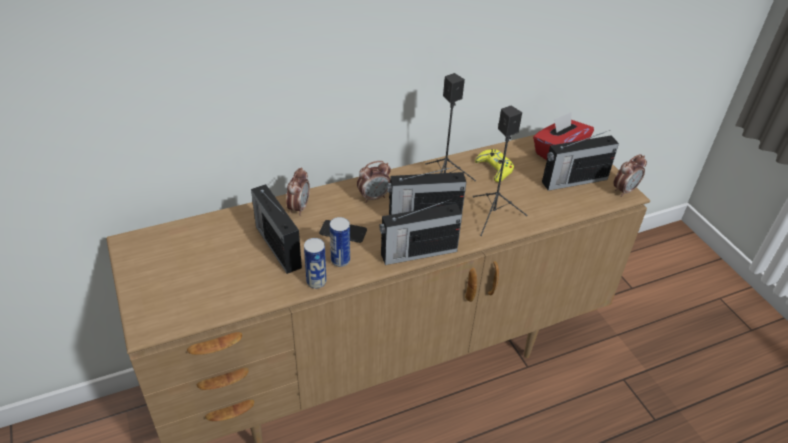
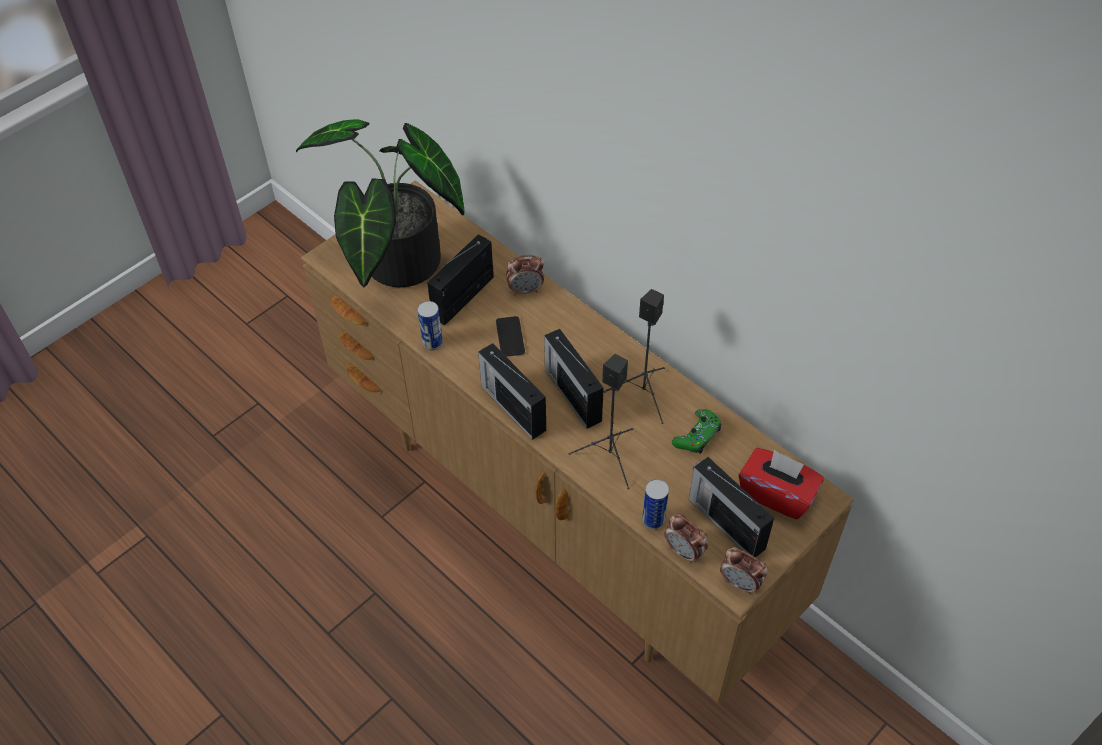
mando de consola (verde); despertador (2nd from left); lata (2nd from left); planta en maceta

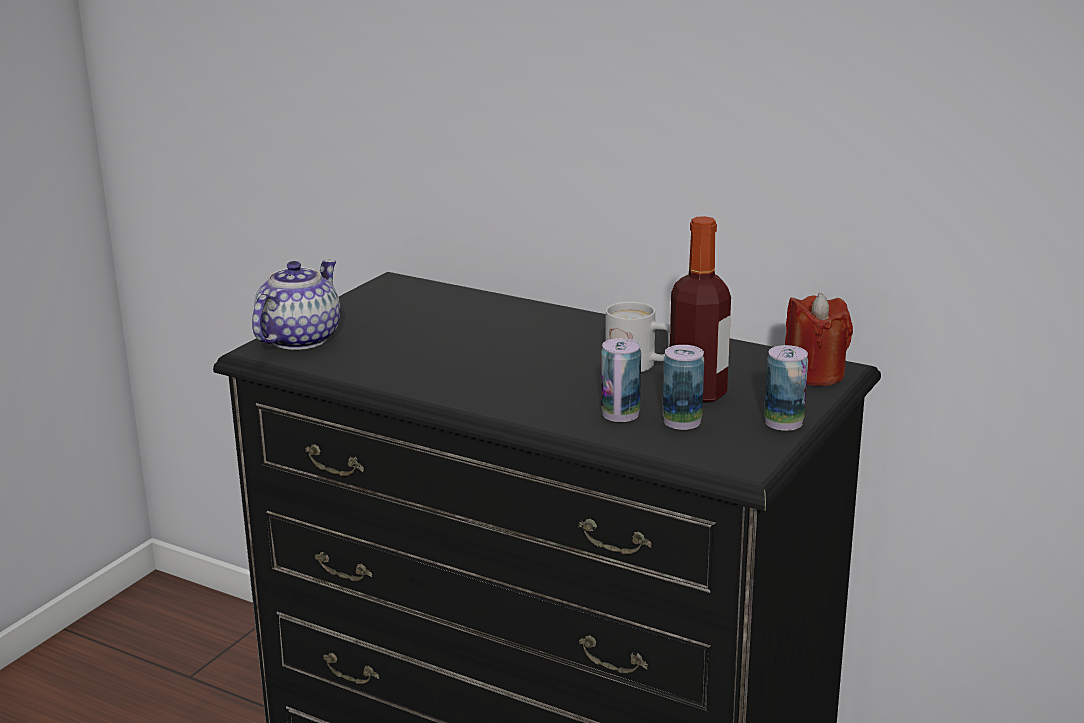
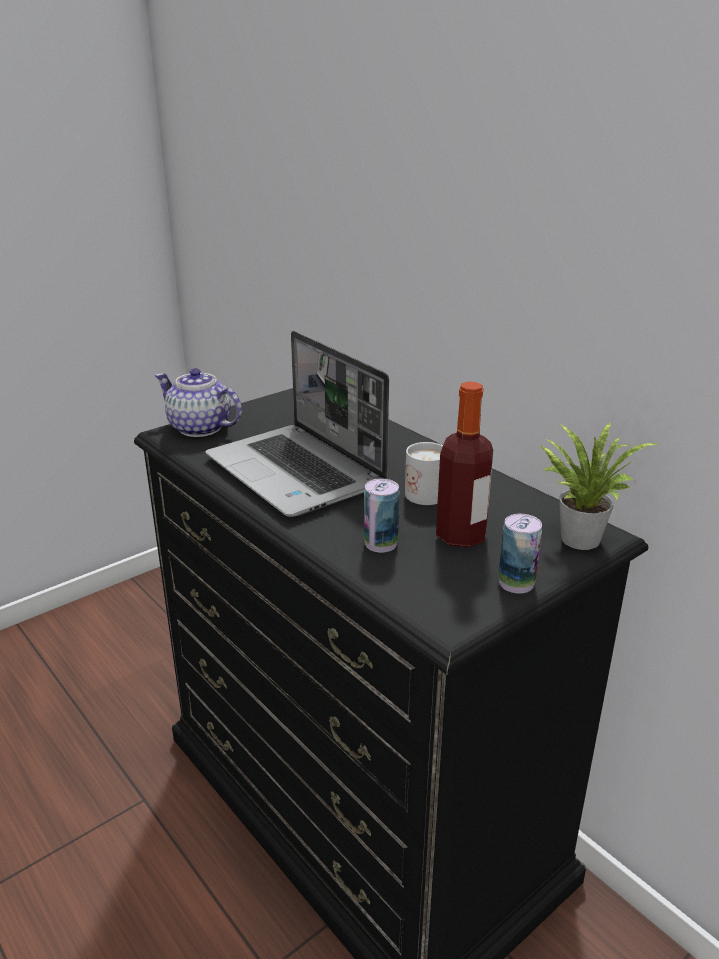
tetera; planta en maceta; lata (2nd from left in the first image); portátil

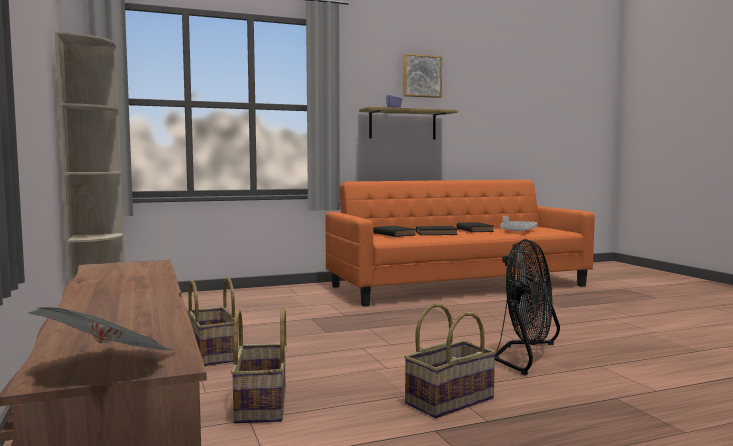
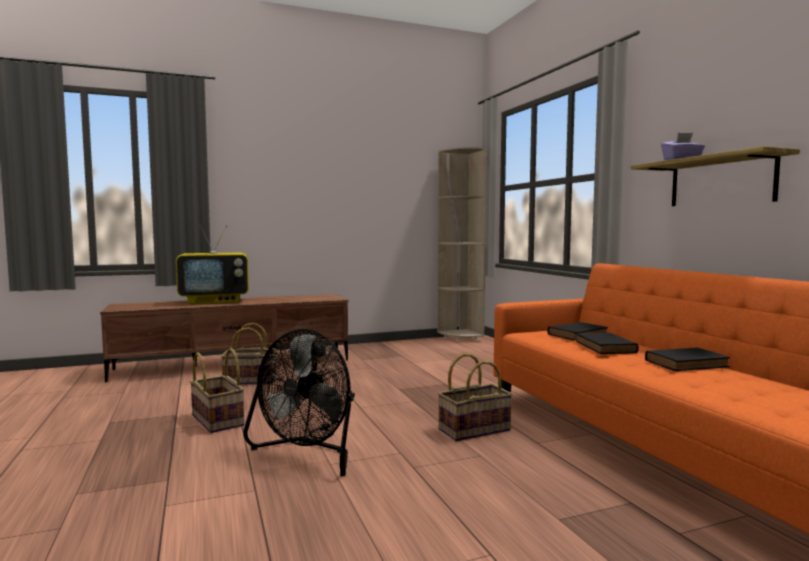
cuadro; bandeja (blanco); cesta (3rd from left); periódico; televisor

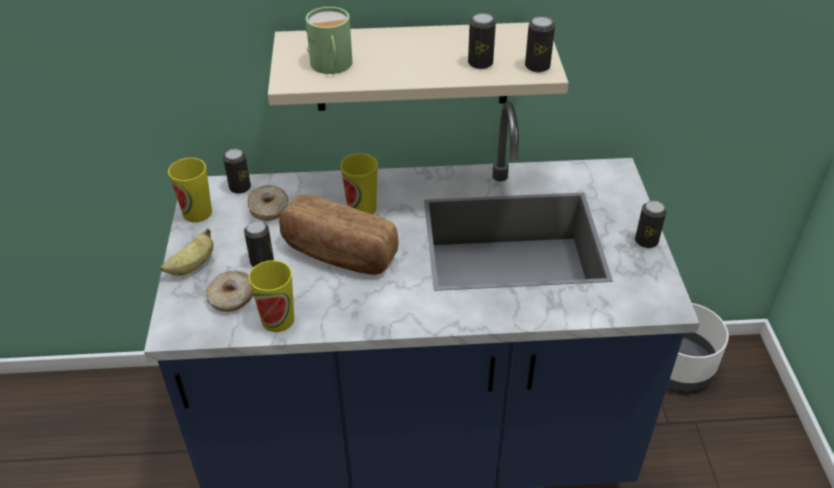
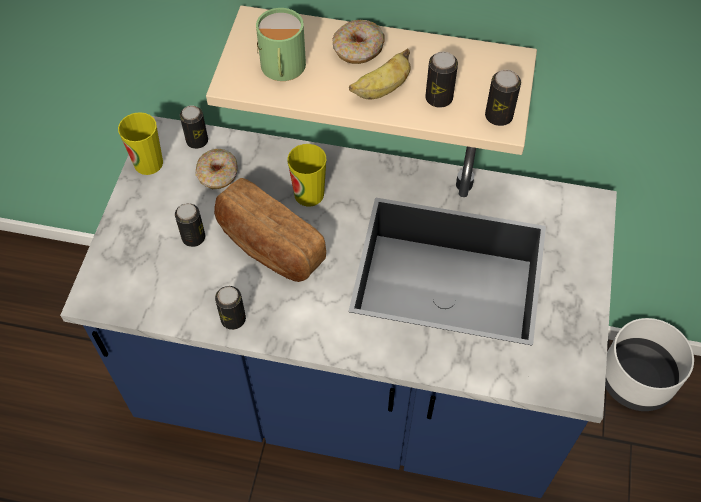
lata (3rd from left); plátano; taza (2nd from left in the first image); rosquilla (2nd from left)

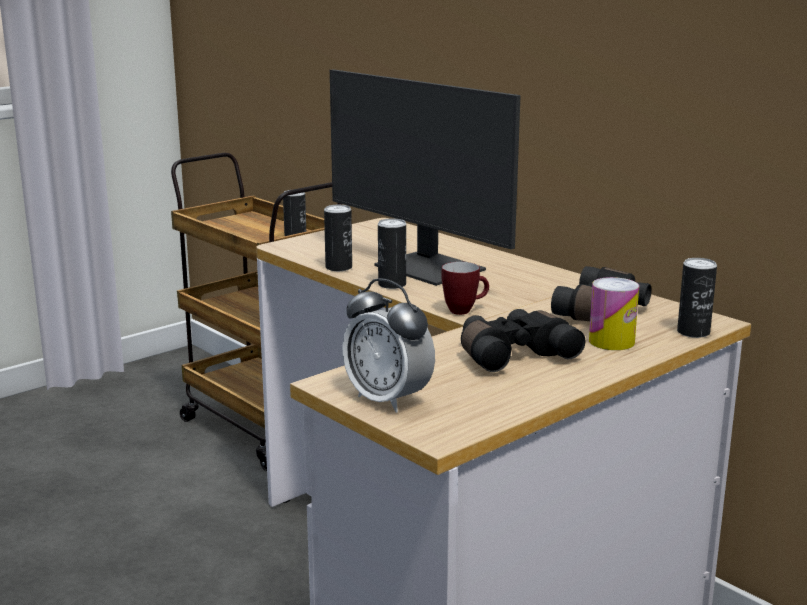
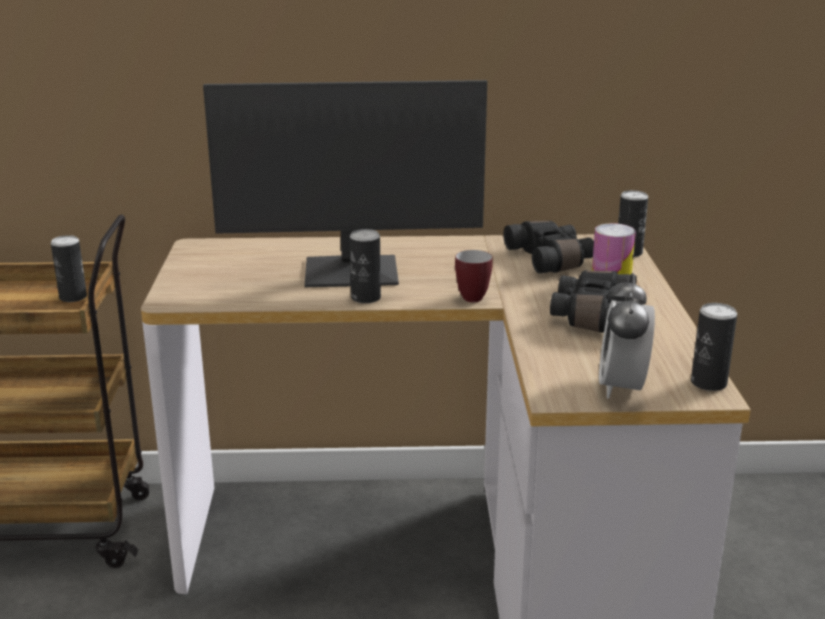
lata (5th from left); despertador

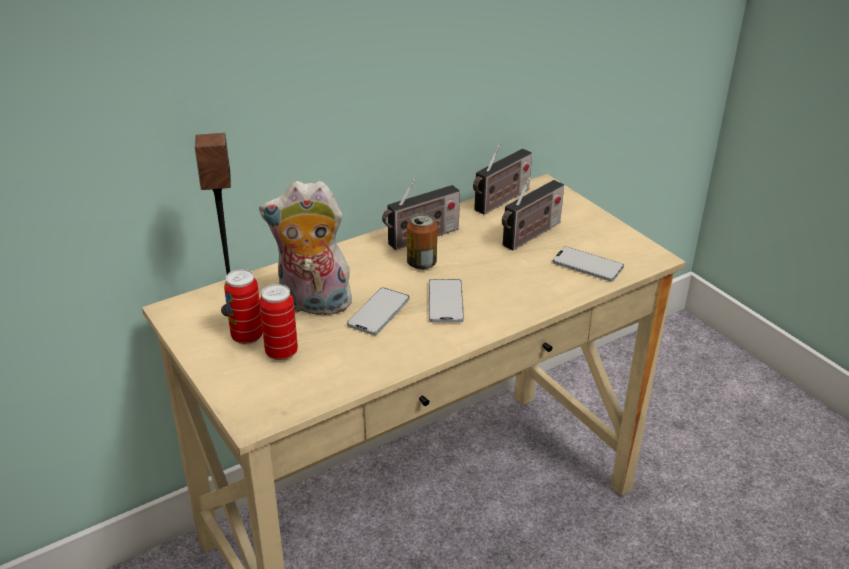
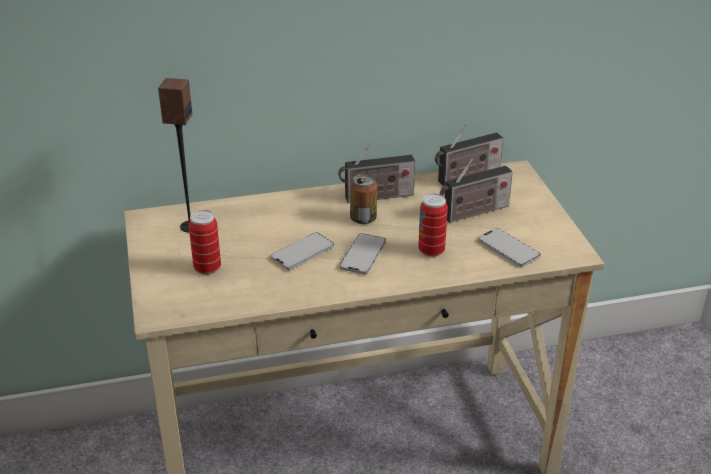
peluche; lata (3rd from left)

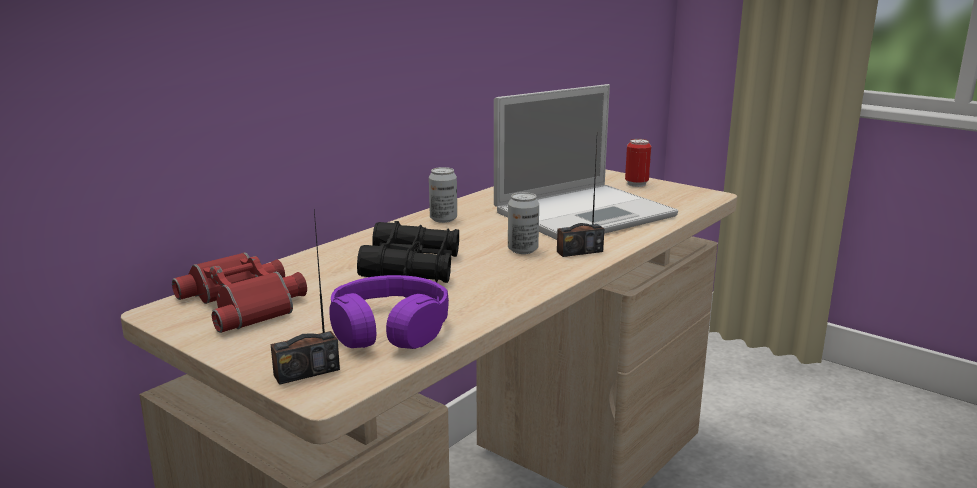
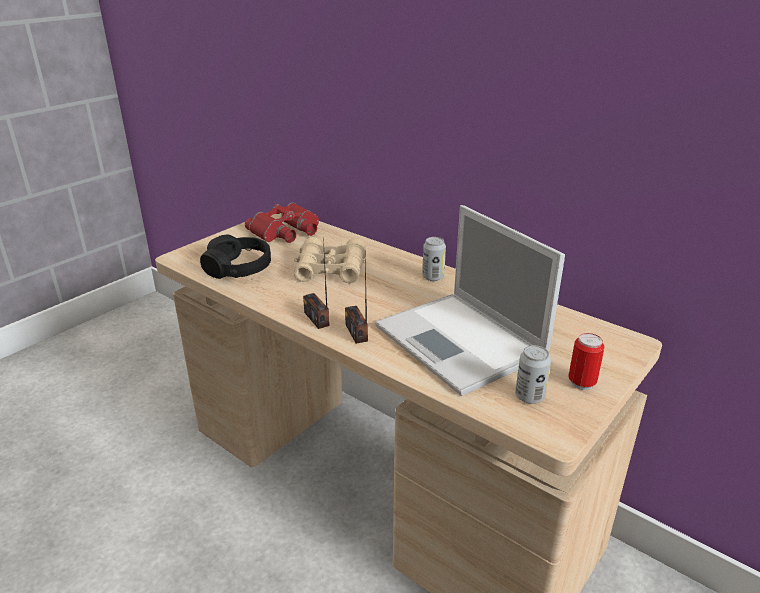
lata (2nd from left); radio (1st from left); prismáticos (beis); auriculares (negro)

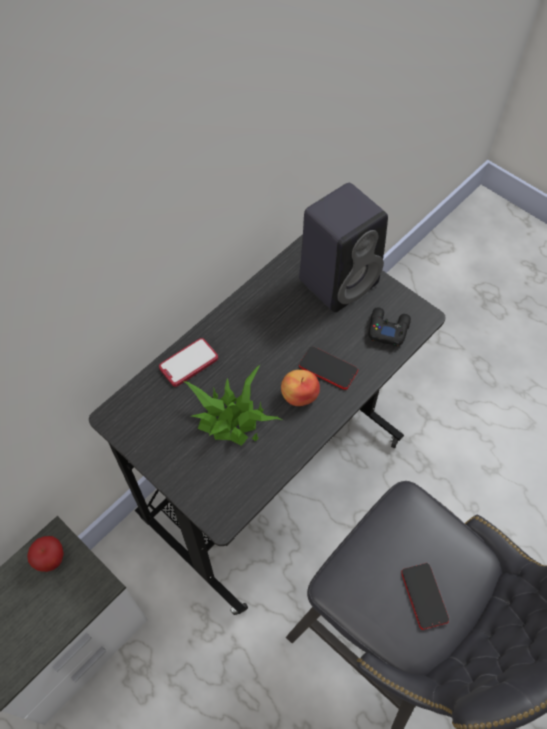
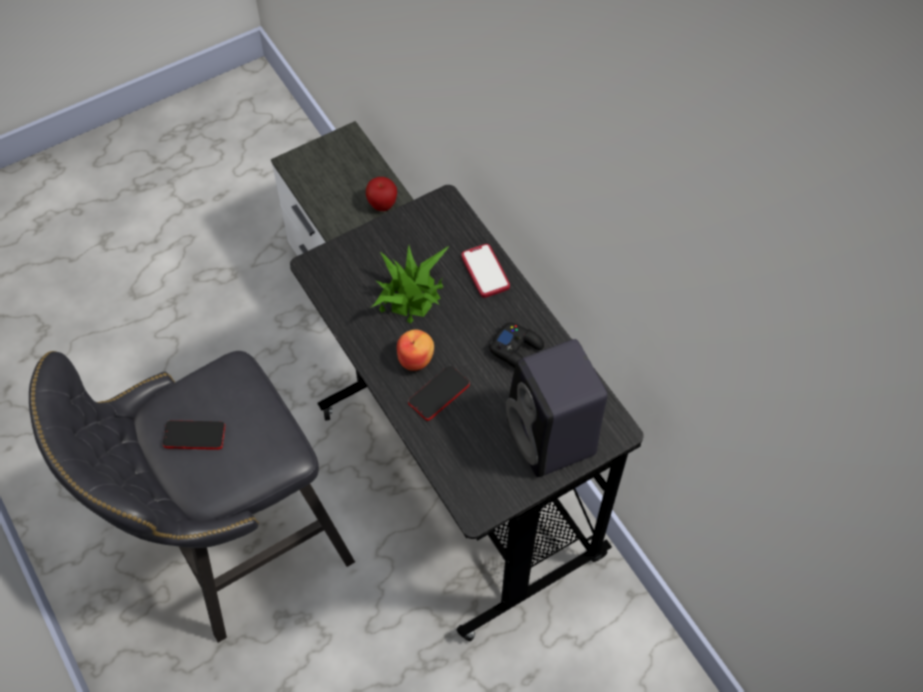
mando de consola (negro)

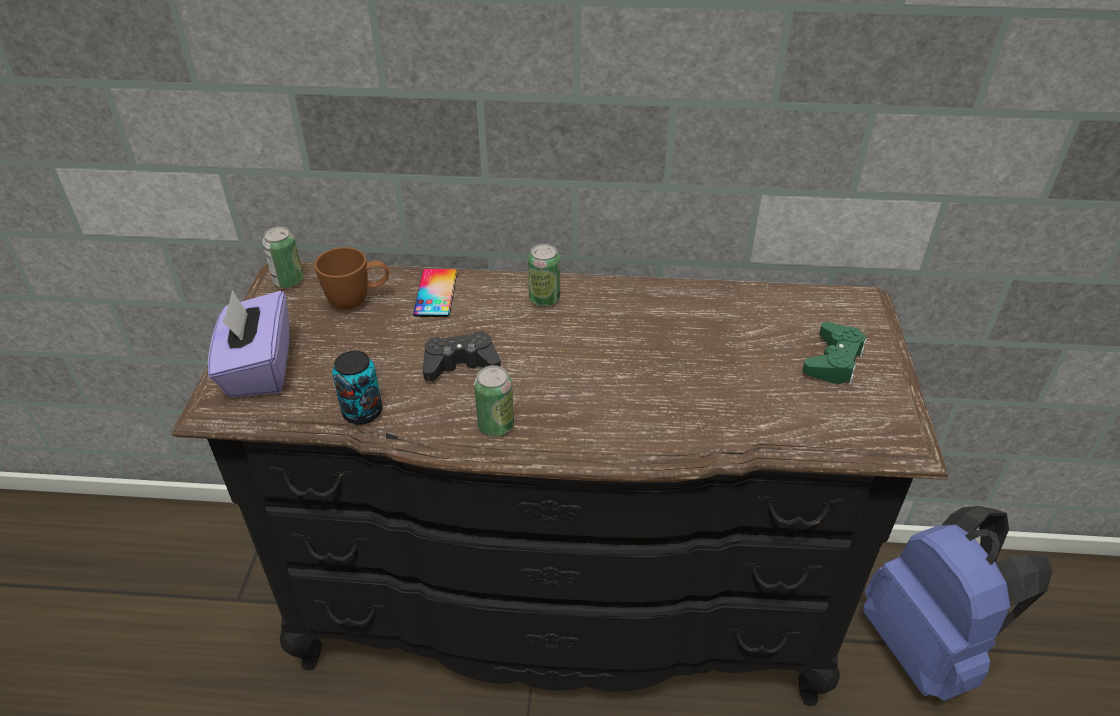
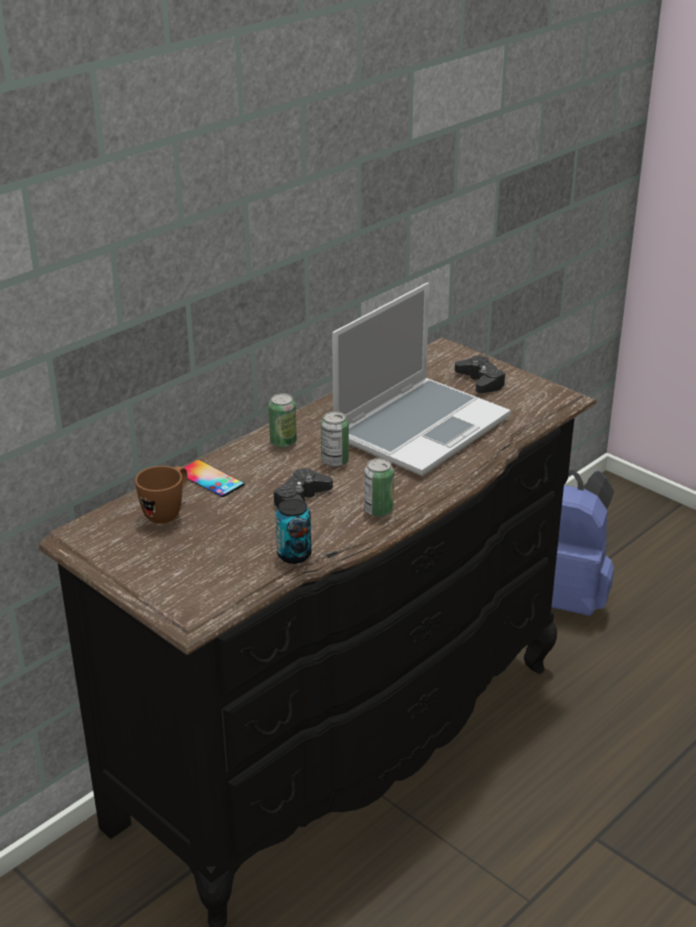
lata (3rd from left); caja de pañuelos (morado); mando de consola (negro) (2nd from left); portátil

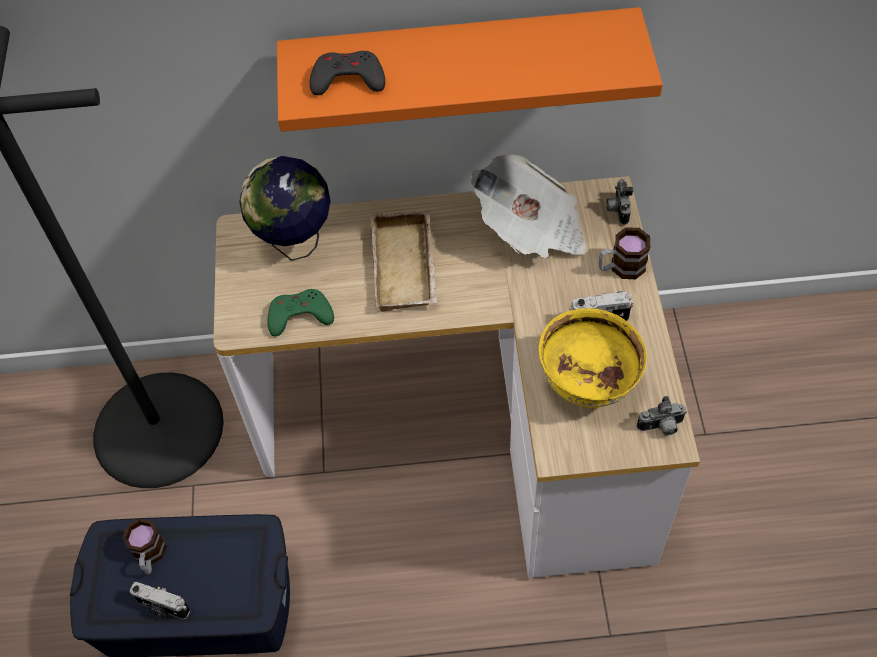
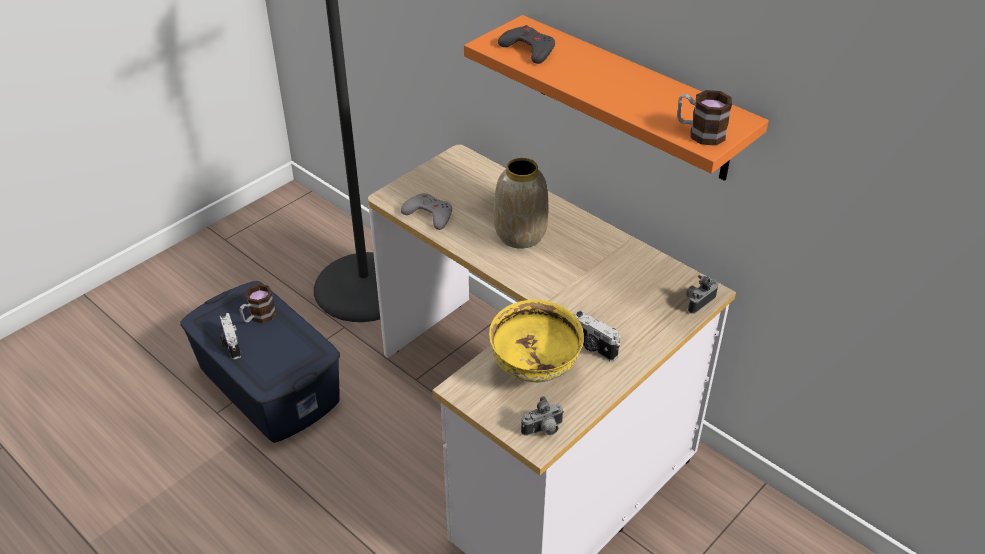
periódico; globo terráqueo; florero; taza grande (2nd from left); mando de consola (gris) (1st from left); cámara (2nd from left)

